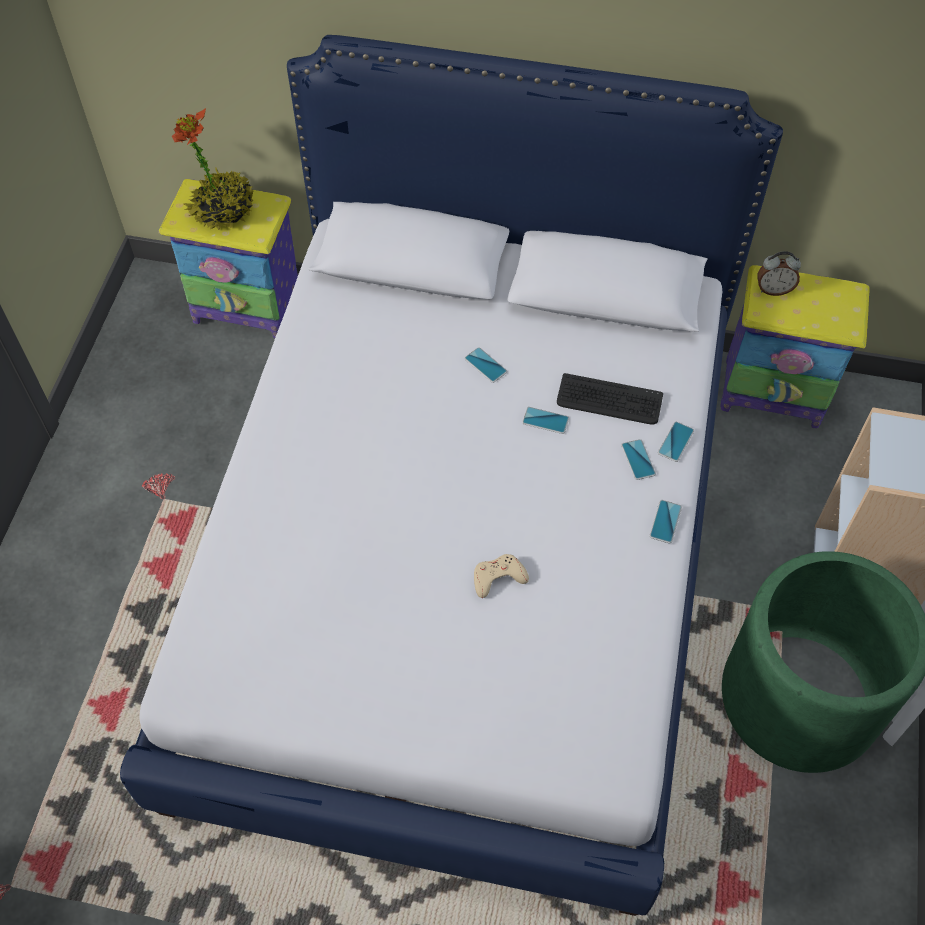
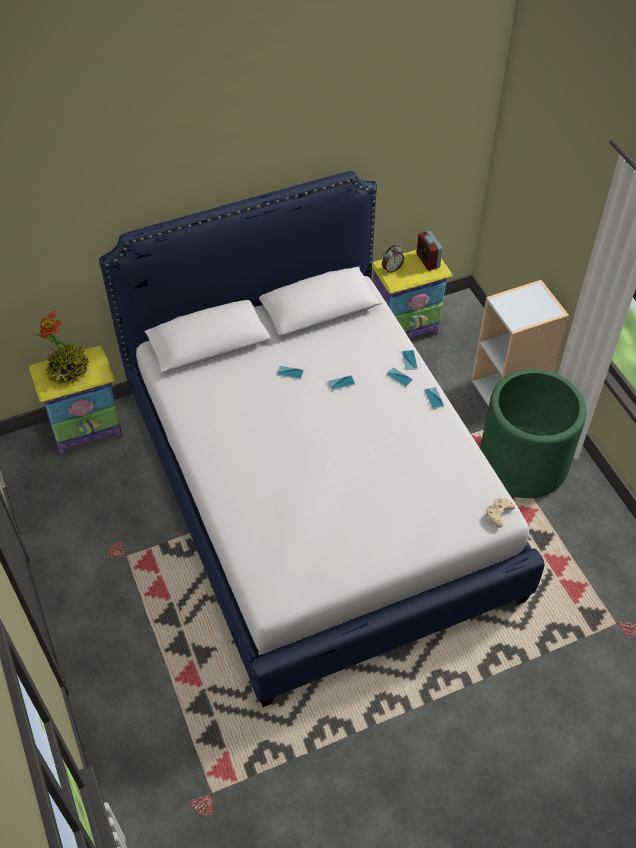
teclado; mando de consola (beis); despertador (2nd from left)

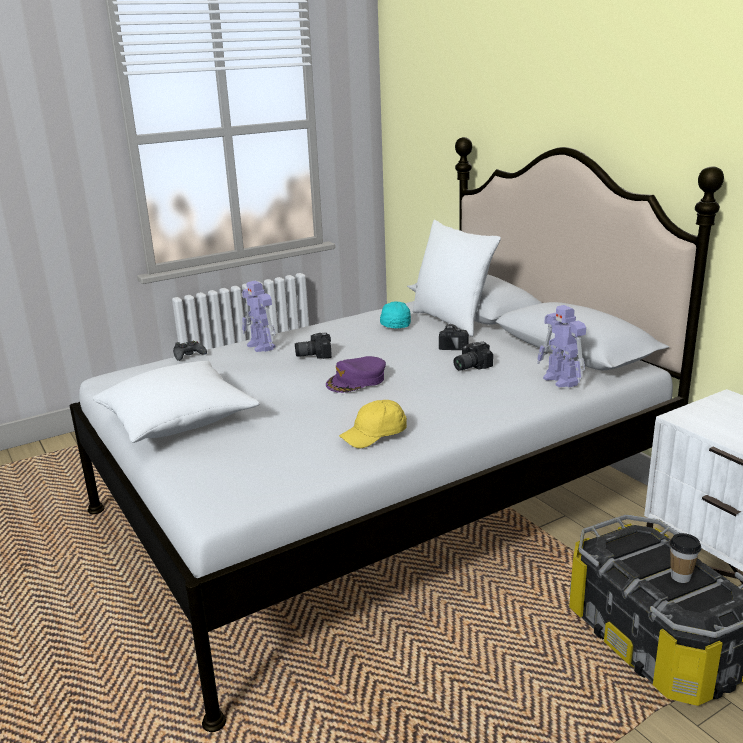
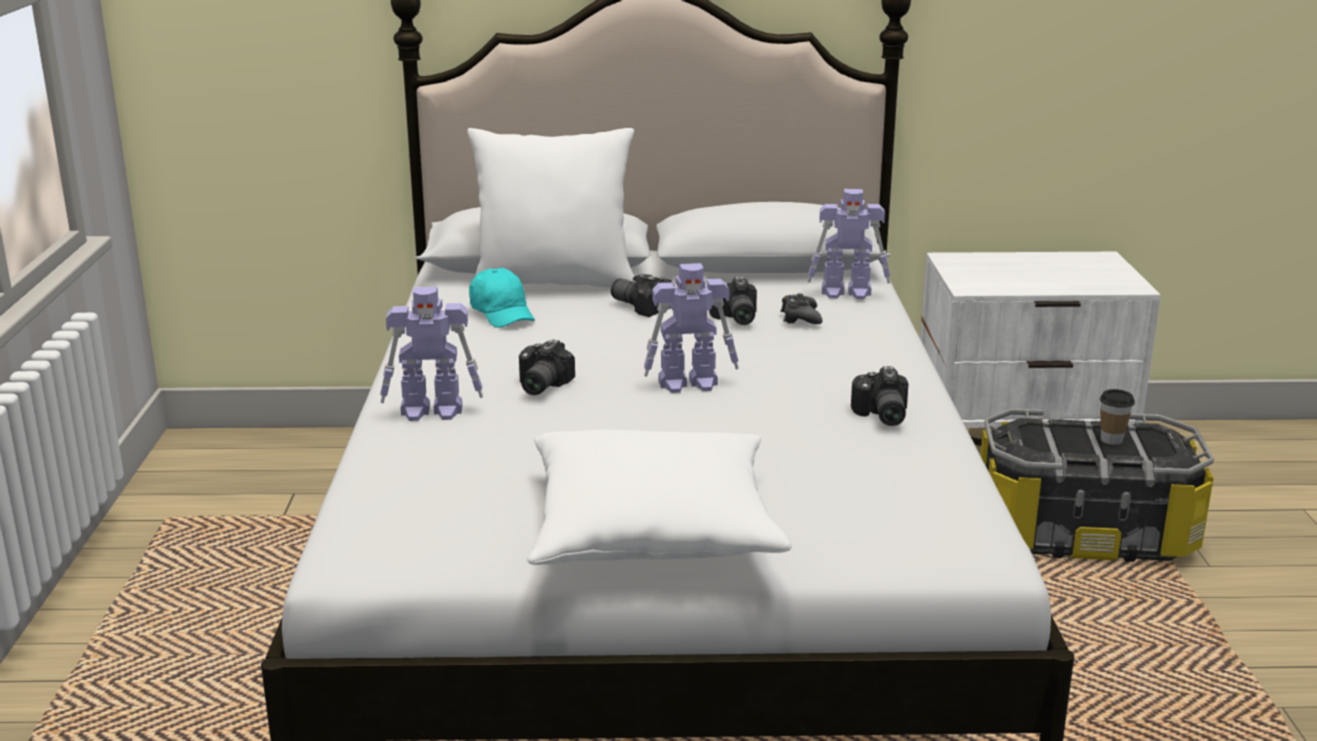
gorra (turquesa); mando de consola (negro); robot de juguete (2nd from left); cámara (4th from left)

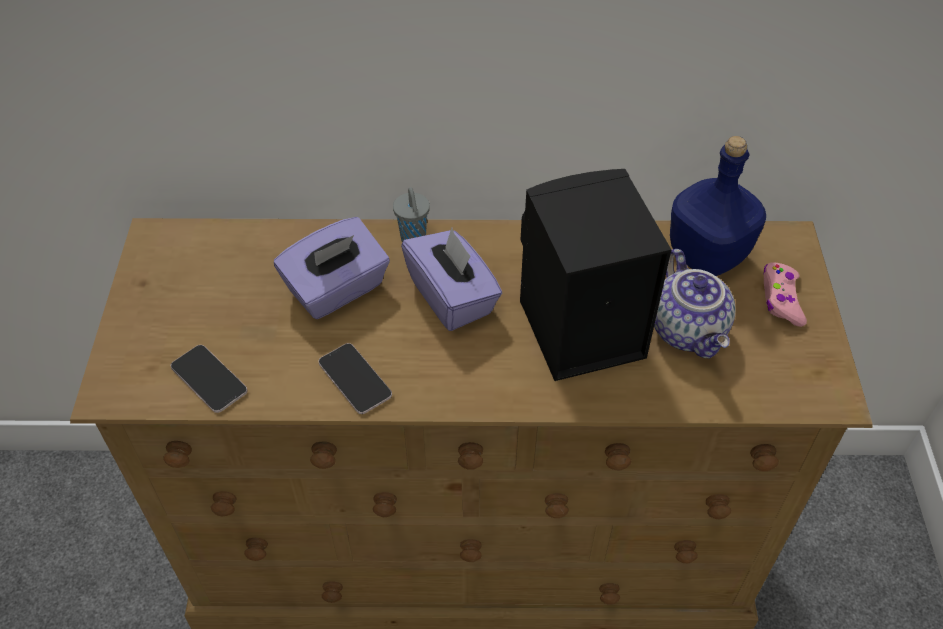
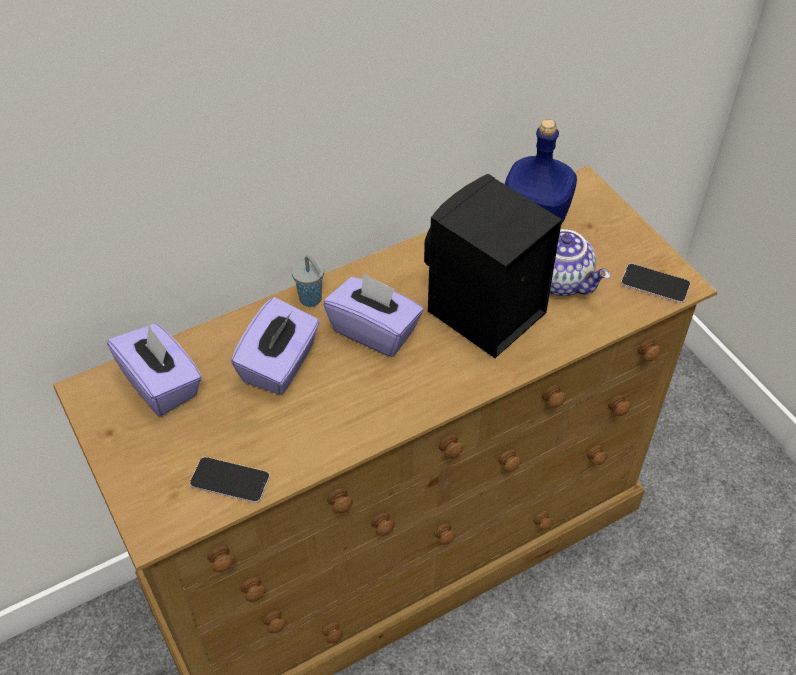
mando de consola (rosa); móvil (2nd from left); caja de pañuelos (morado) (1st from left)

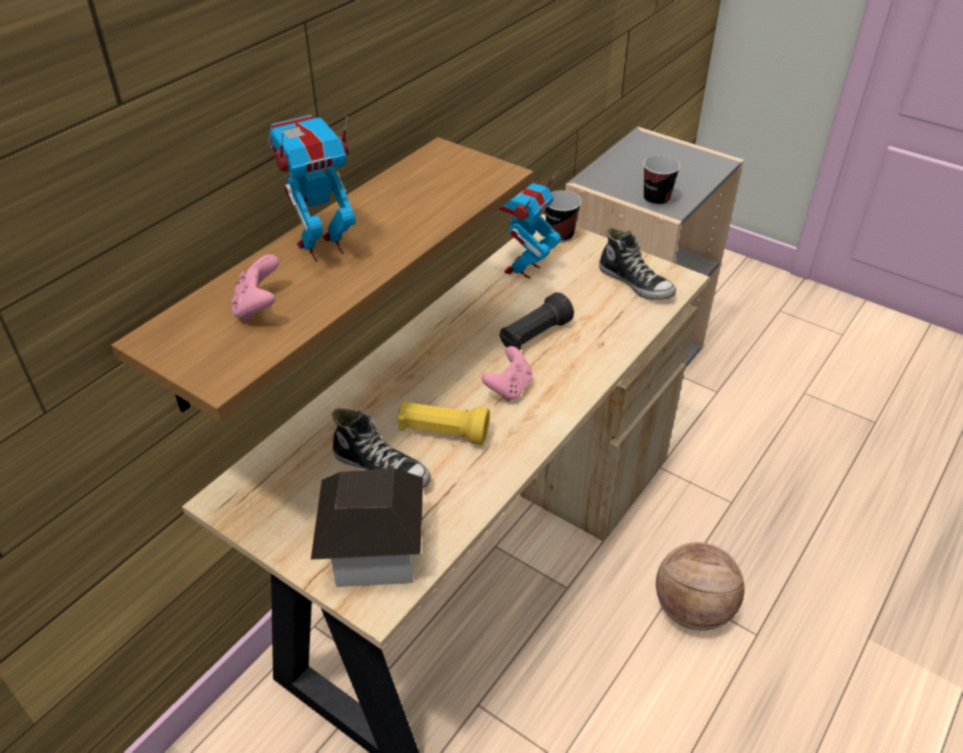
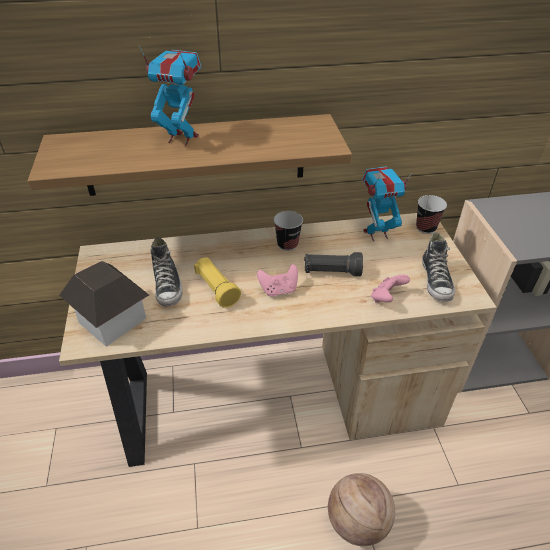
taza (1st from left); mando de consola (rosa) (2nd from left)

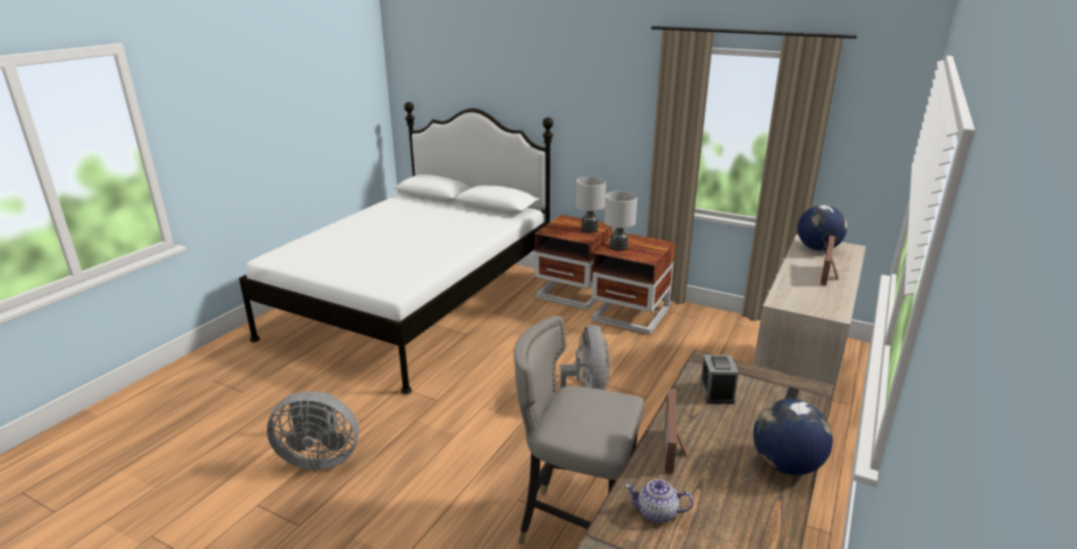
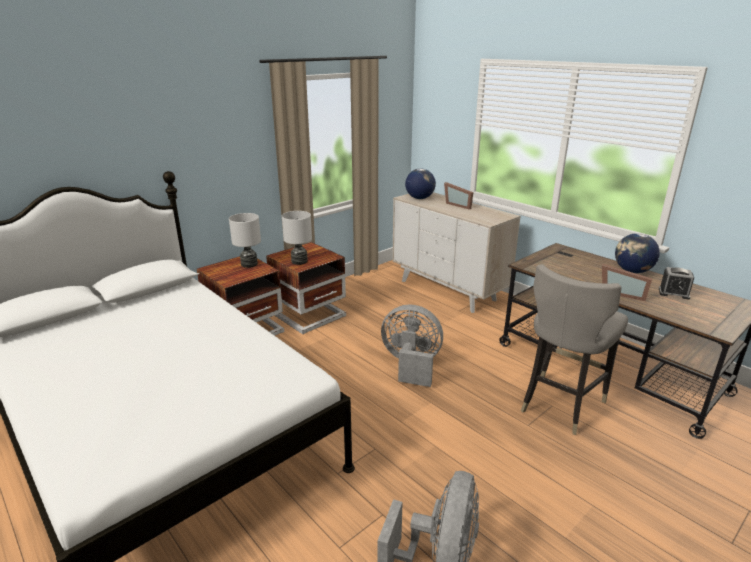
despertador; tetera

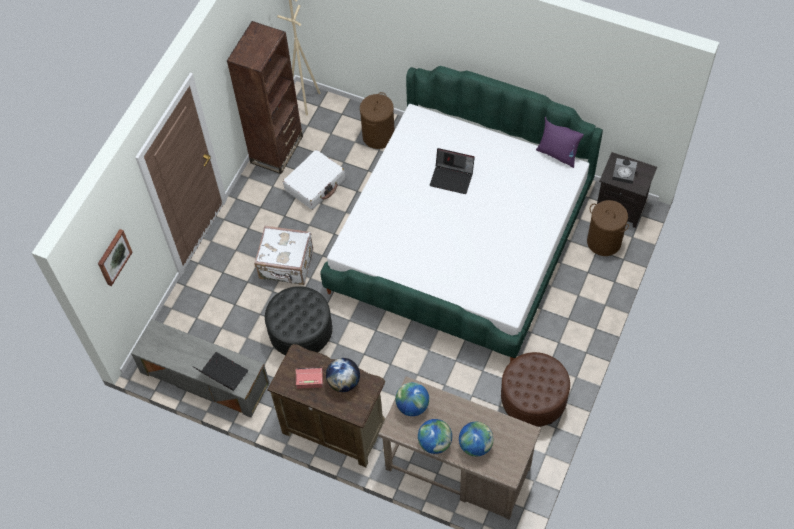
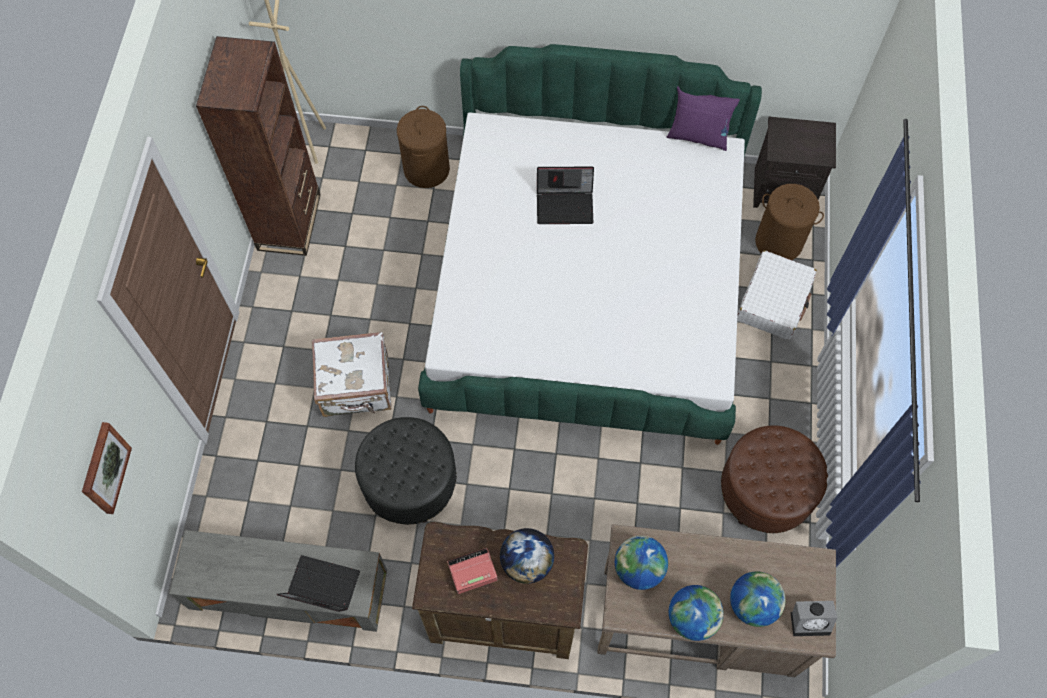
maleta (blanco) (2nd from left); despertador (2nd from left)

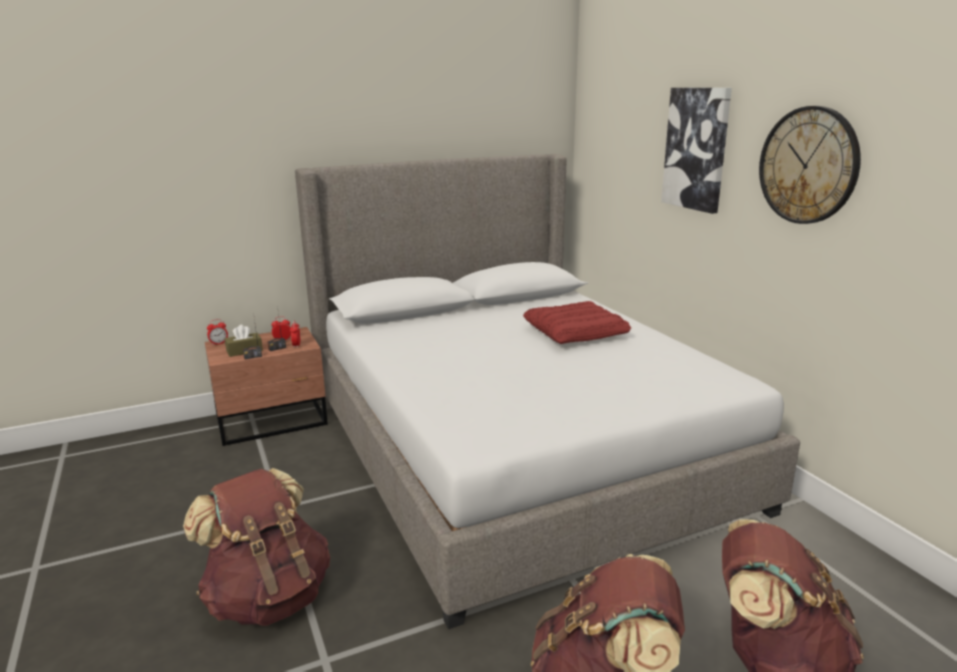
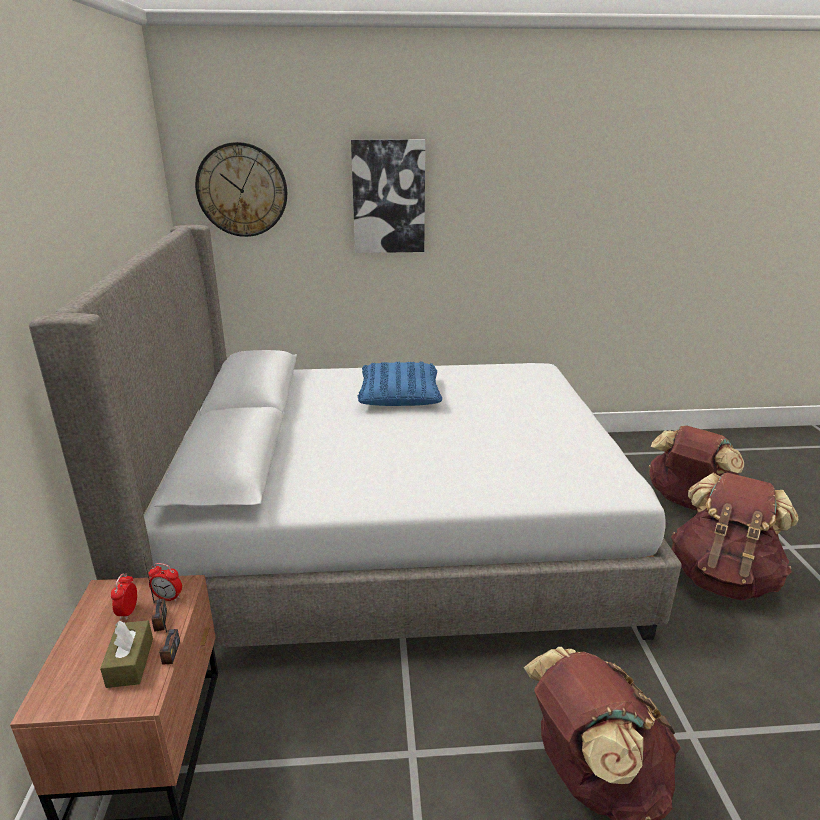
reloj de pared; cojín (azul); despertador (1st from left in the first image)

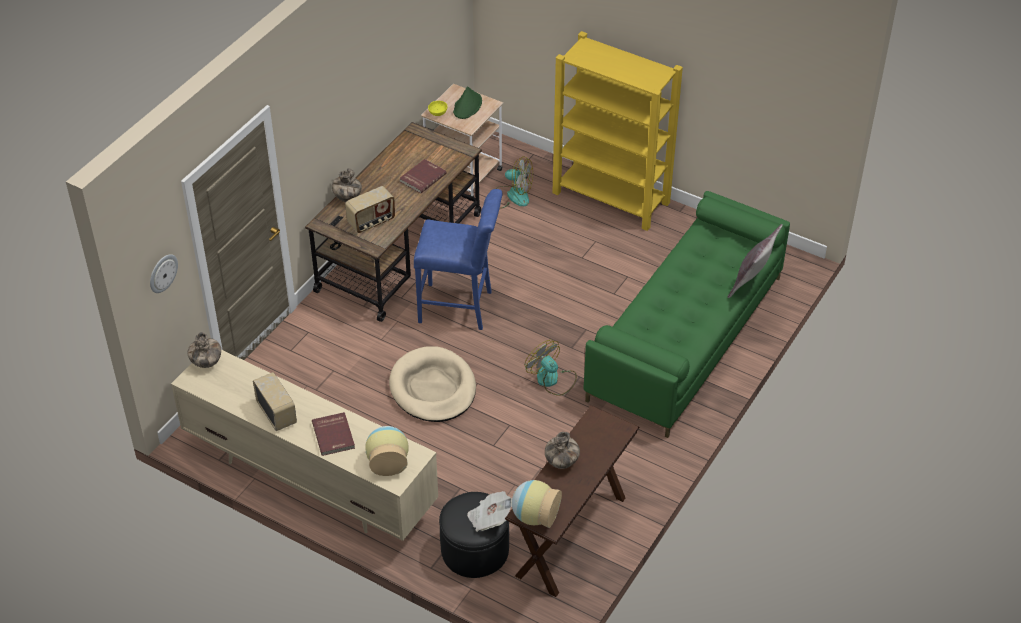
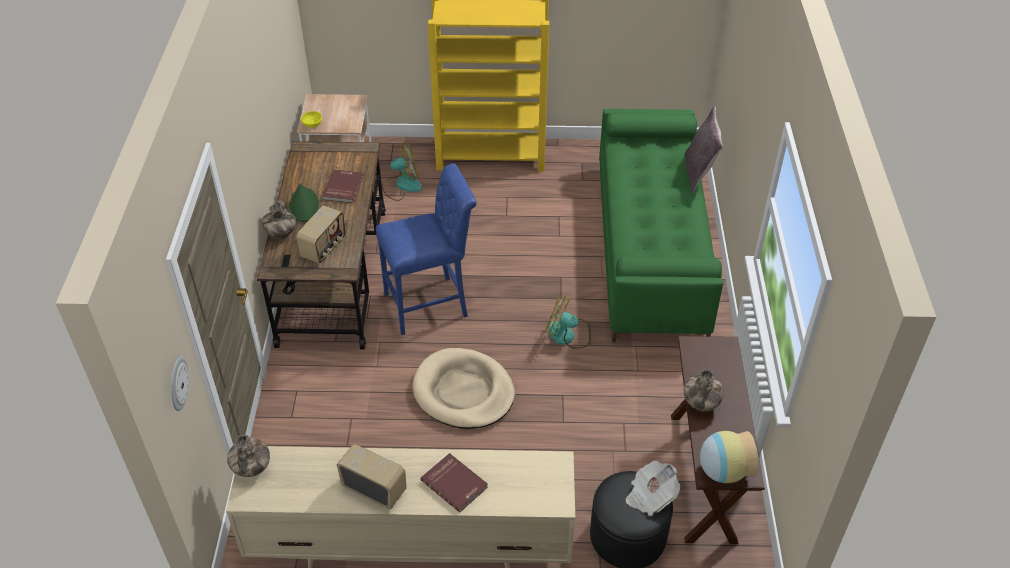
sombrero (verde); florero (3rd from left in the first image)

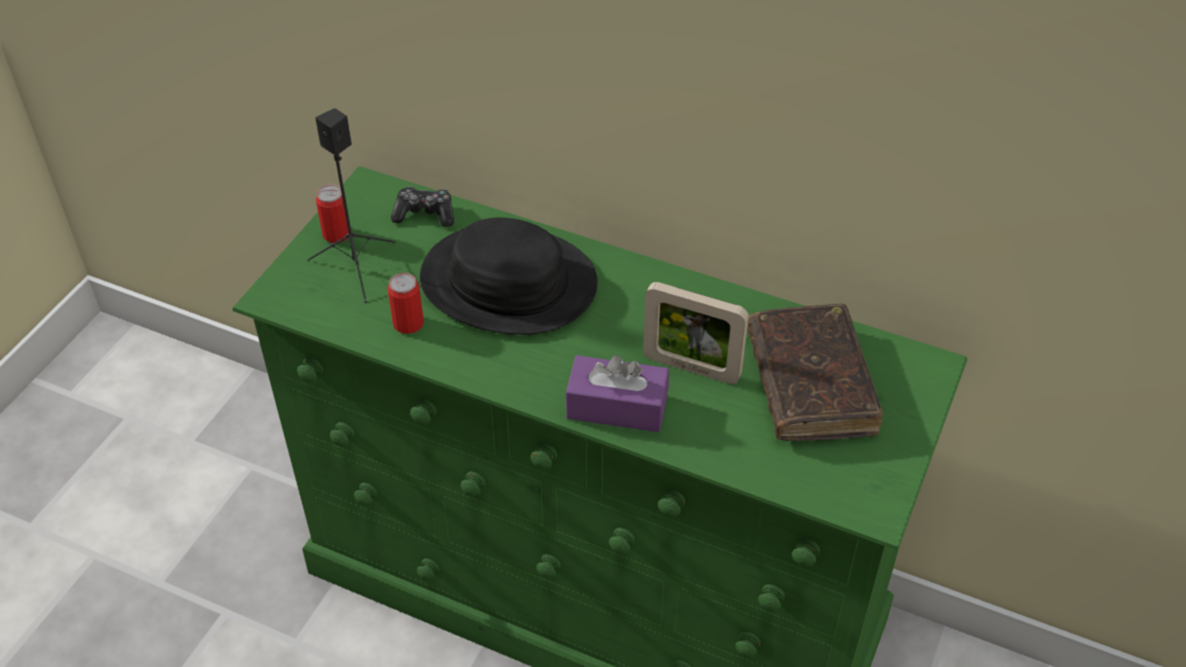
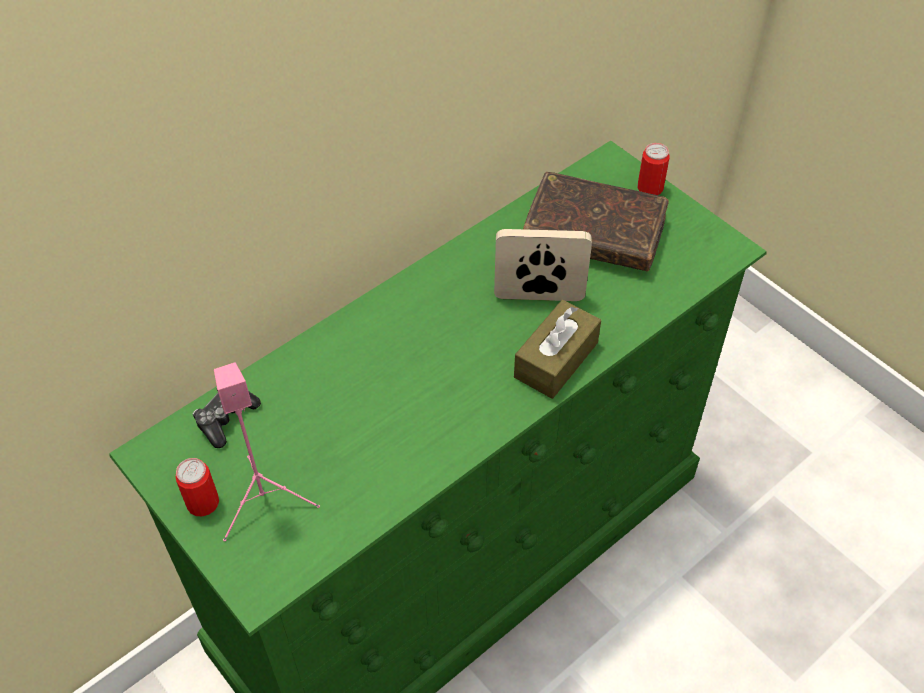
altavoz (rosa); sombrero (negro); lata (2nd from left); portarretratos; caja de pañuelos (marrón)

